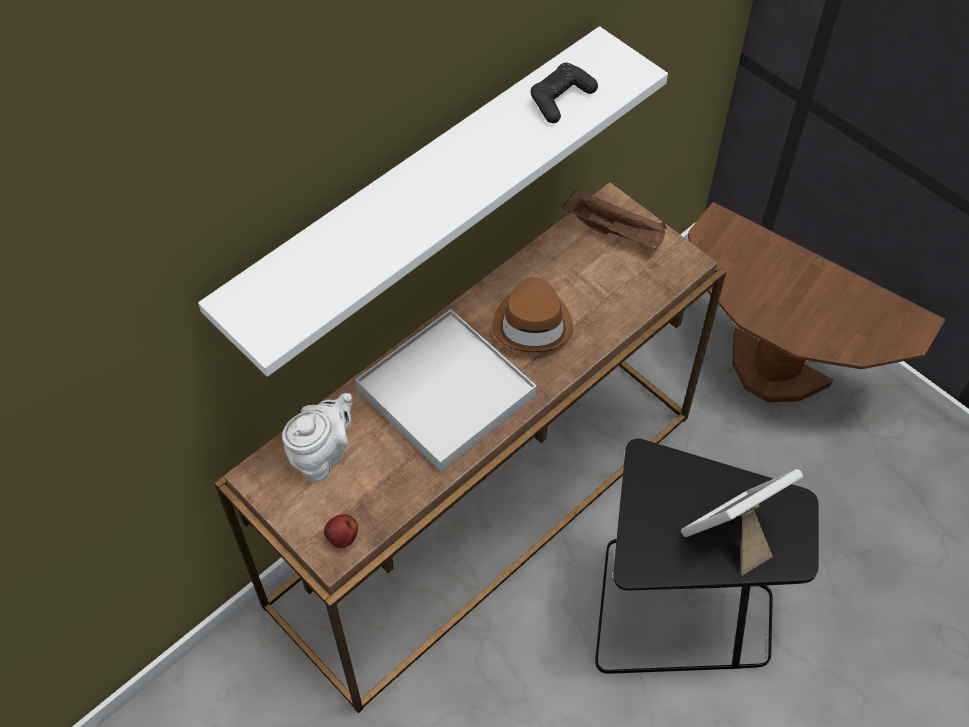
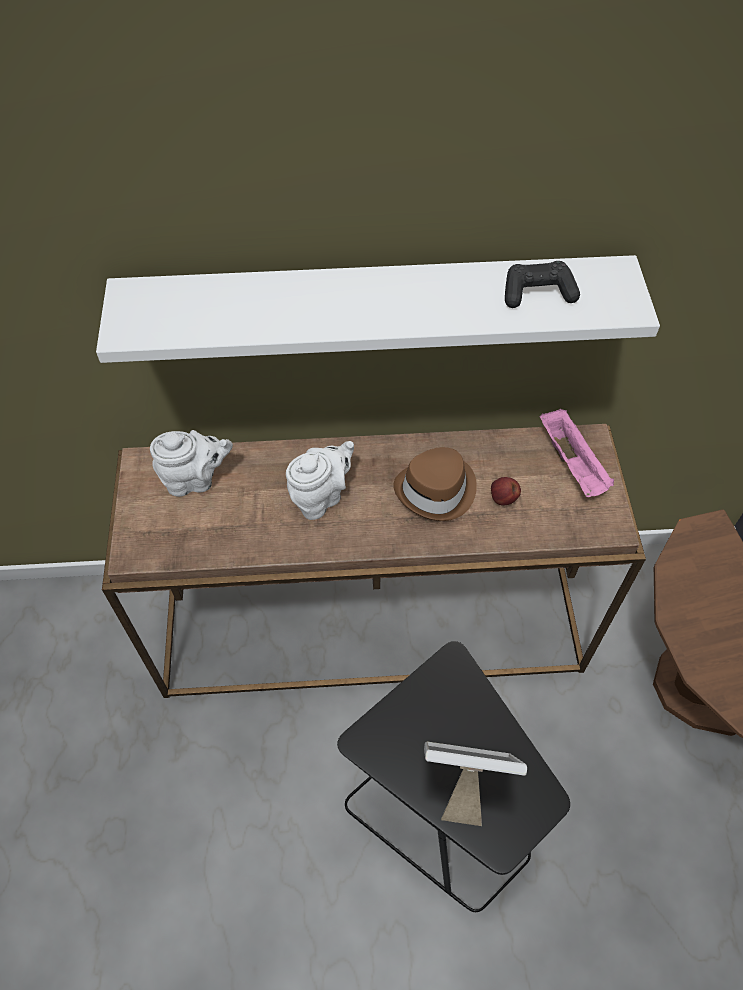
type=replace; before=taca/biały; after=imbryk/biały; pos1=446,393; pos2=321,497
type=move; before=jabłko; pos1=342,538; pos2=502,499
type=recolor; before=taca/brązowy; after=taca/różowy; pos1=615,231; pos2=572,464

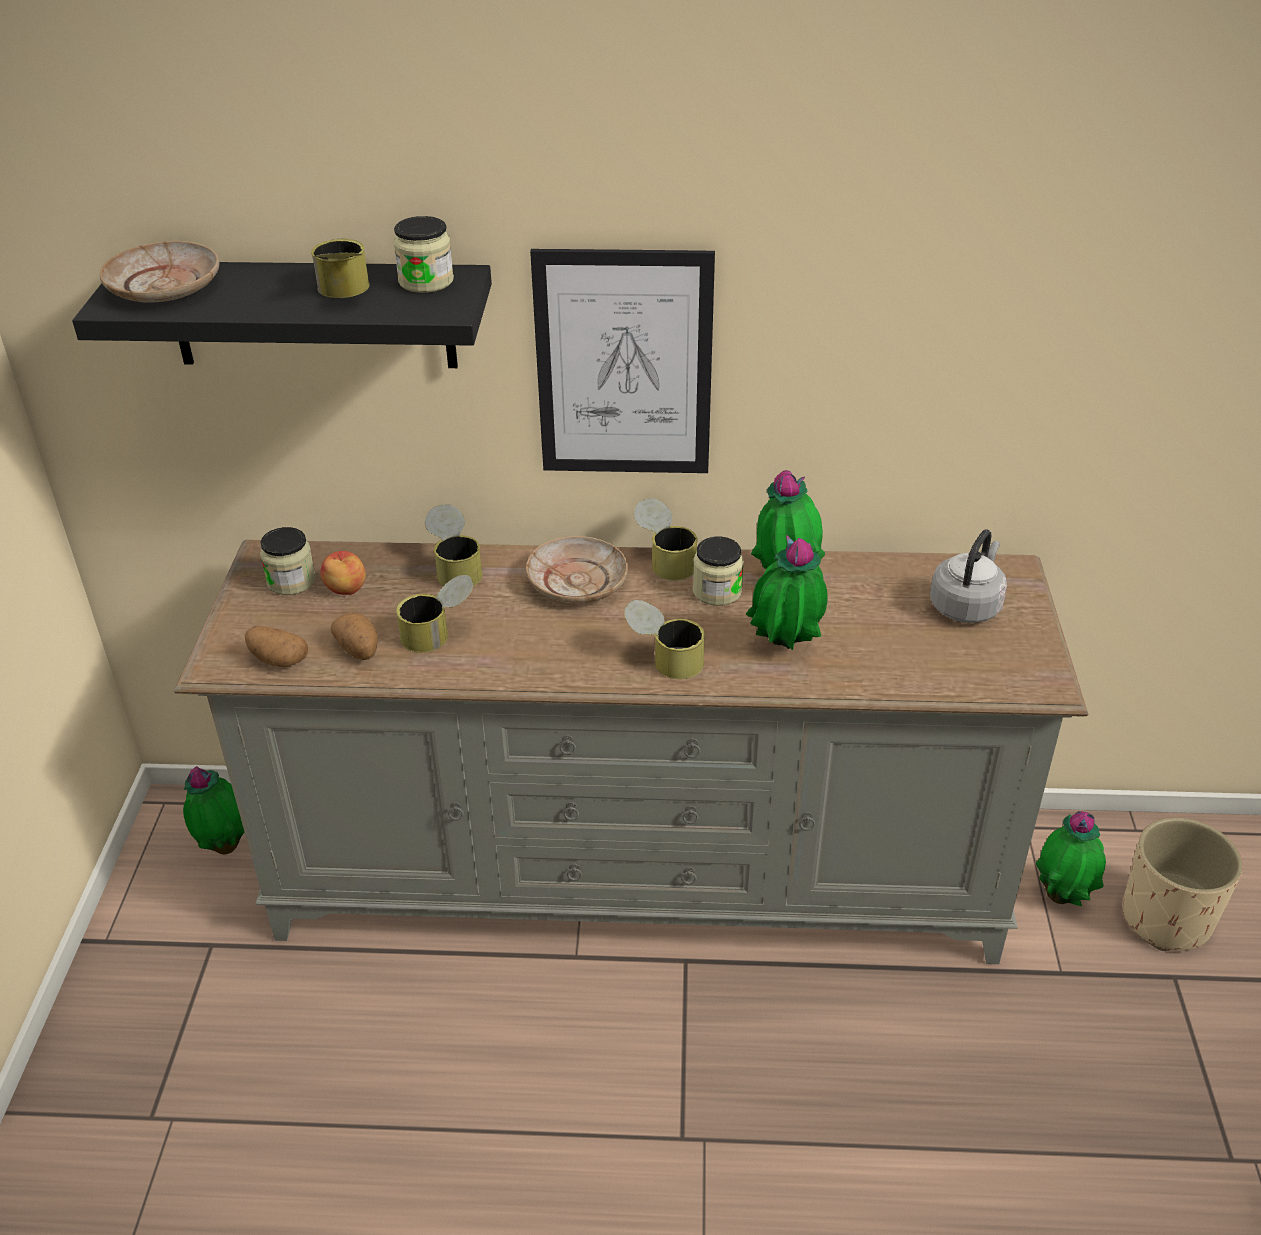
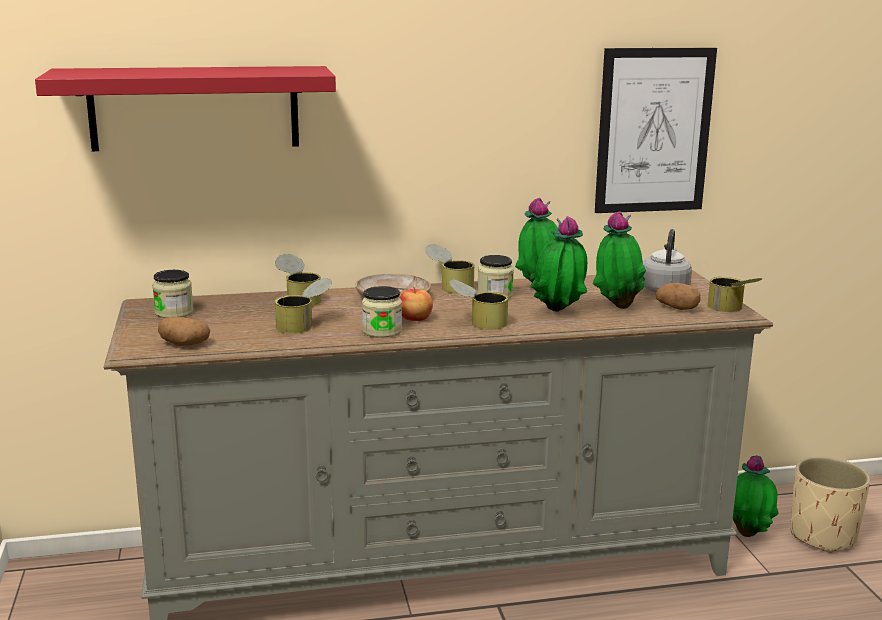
type=recolor; before=półka/czarny; after=półka/czerwony; pos1=312,314; pos2=194,108
type=move; before=słoik; pos1=426,281; pos2=382,331
type=move; before=jabłko; pos1=345,589; pos2=415,319
type=move; before=roślina doniczkowa; pos1=225,846; pos2=616,306
type=move; before=obraz; pos1=624,365; pos2=654,131
type=move; before=ziemniak; pos1=359,650; pos2=678,308
type=move; before=puszka; pos1=343,294; pos2=731,310
type=delete; before=talerz/beżowy; pos1=165,287

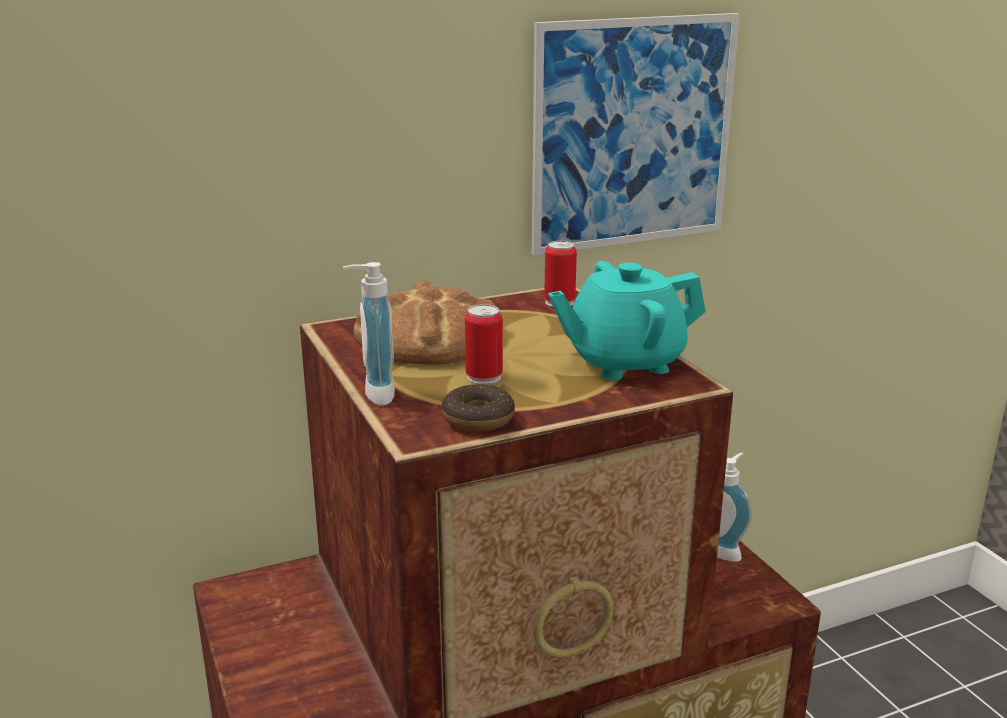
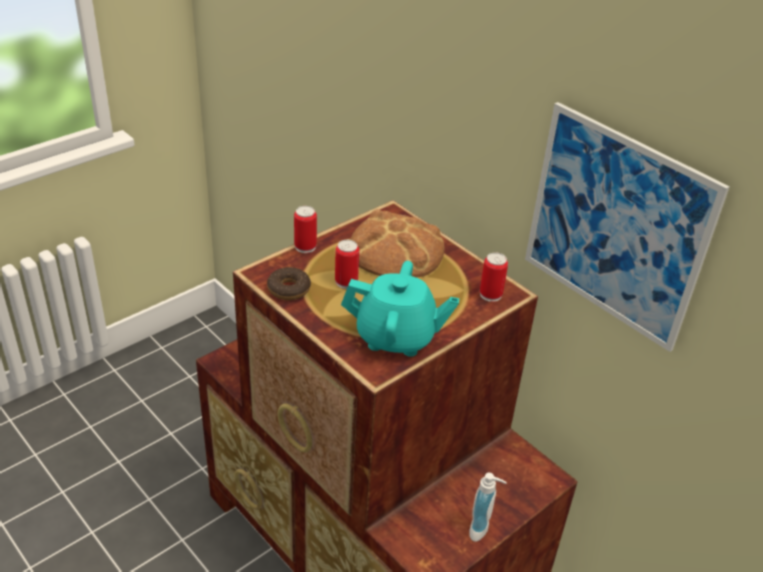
type=replace; before=dozownik mydła; after=puszka; pos1=373,394; pos2=305,247
type=rotate; before=imbryk/turkusowy; pos1=624,362; pos2=396,337; turn=135

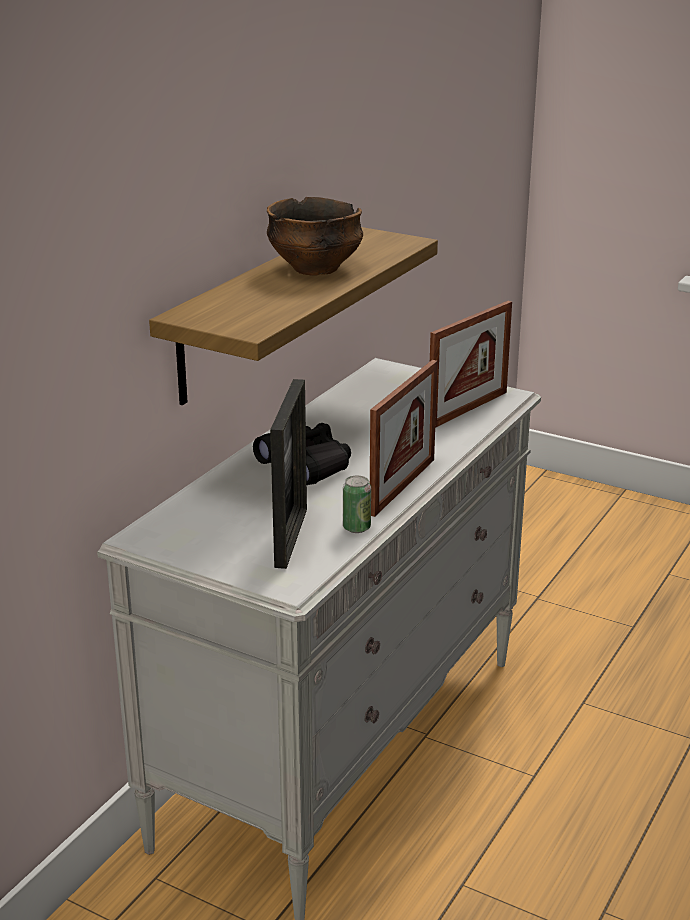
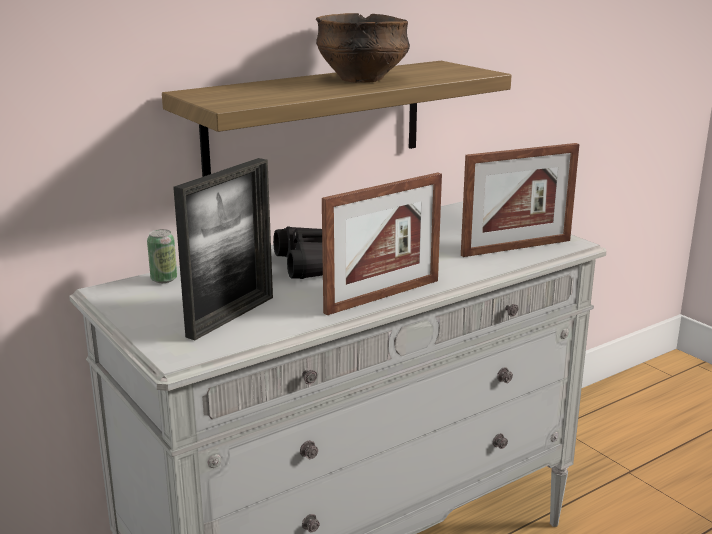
type=move; before=puszka; pos1=356,528; pos2=164,279

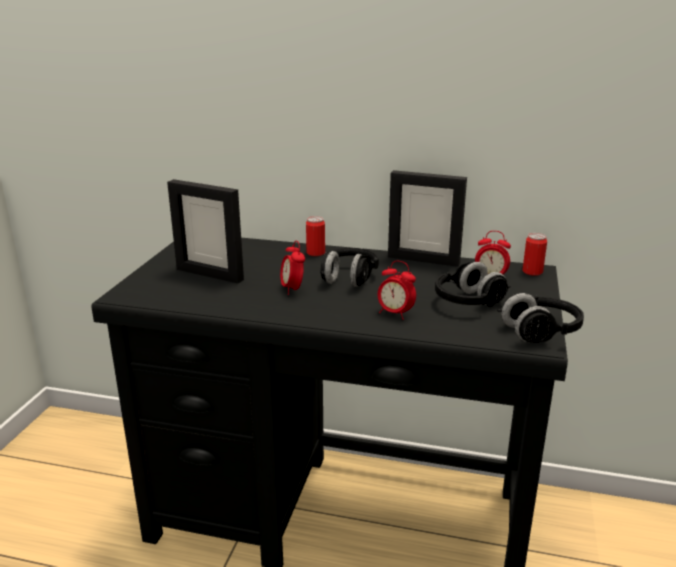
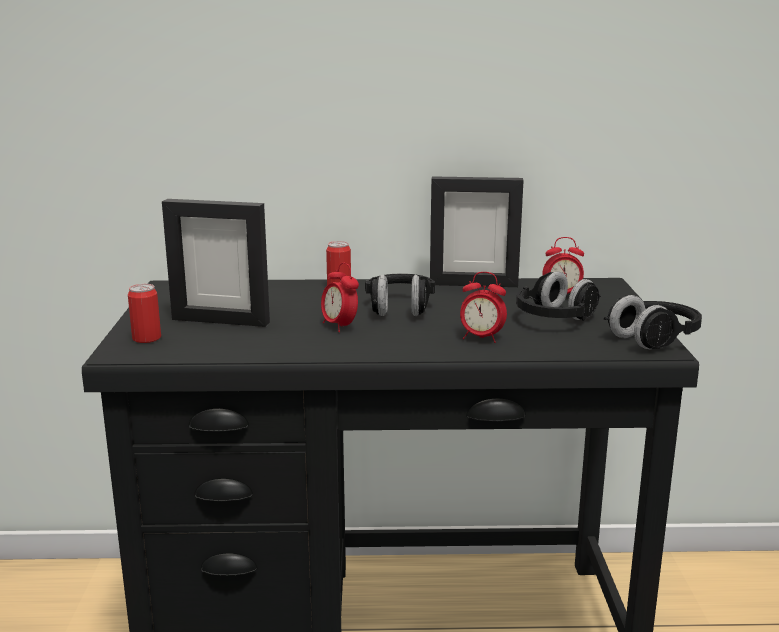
type=move; before=puszka; pos1=532,272; pos2=146,338

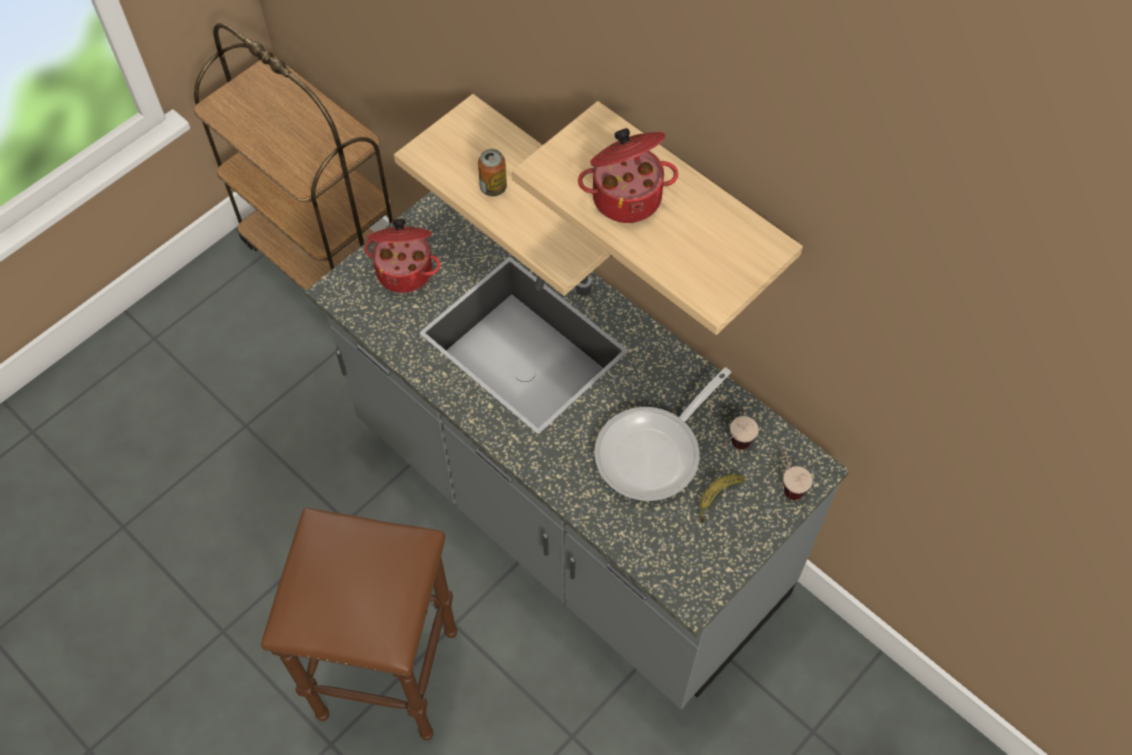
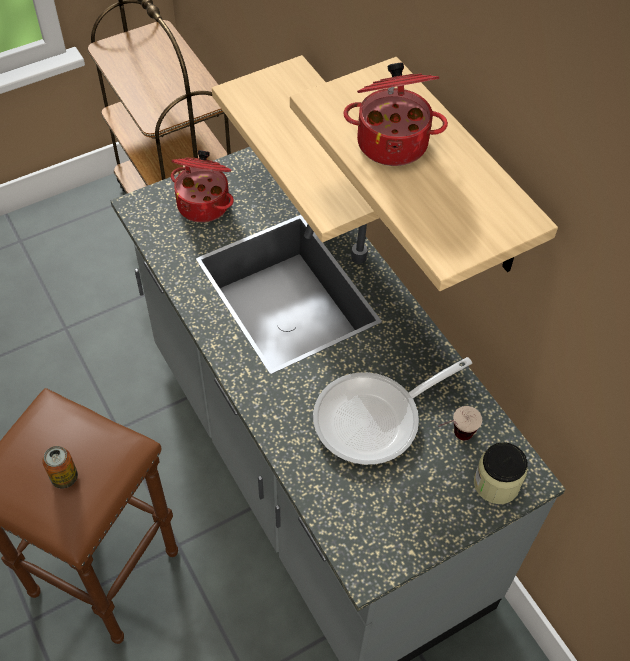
type=move; before=puszka; pos1=493,187; pos2=64,477
type=replace; before=filiżanka; after=słoik; pos1=785,482; pos2=496,483
type=delete; before=banan; pos1=716,498

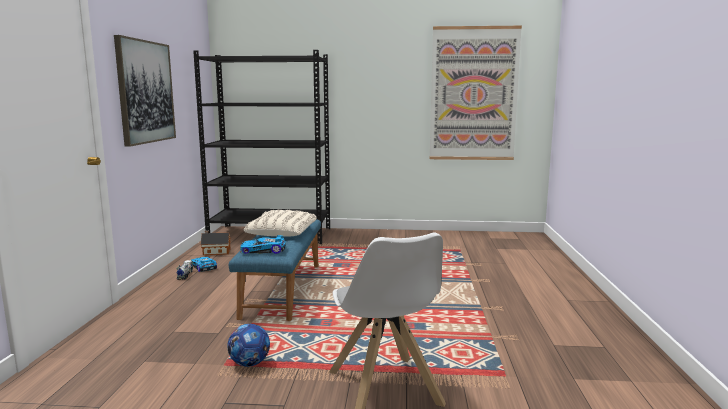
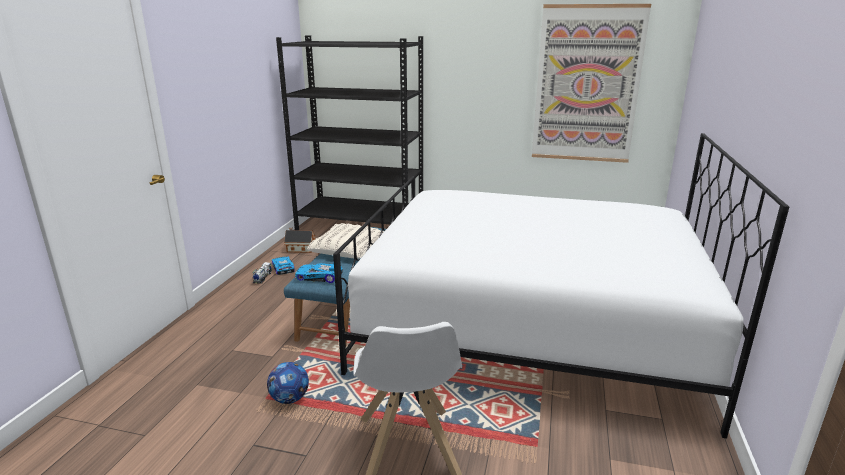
type=insert; after=łóżko/biały; pos2=530,329
type=delete; before=obraz; pos1=145,92

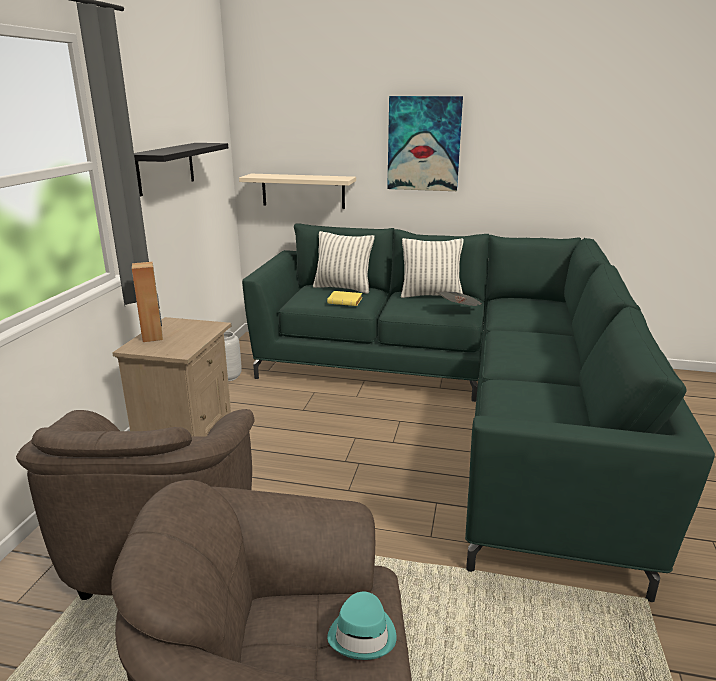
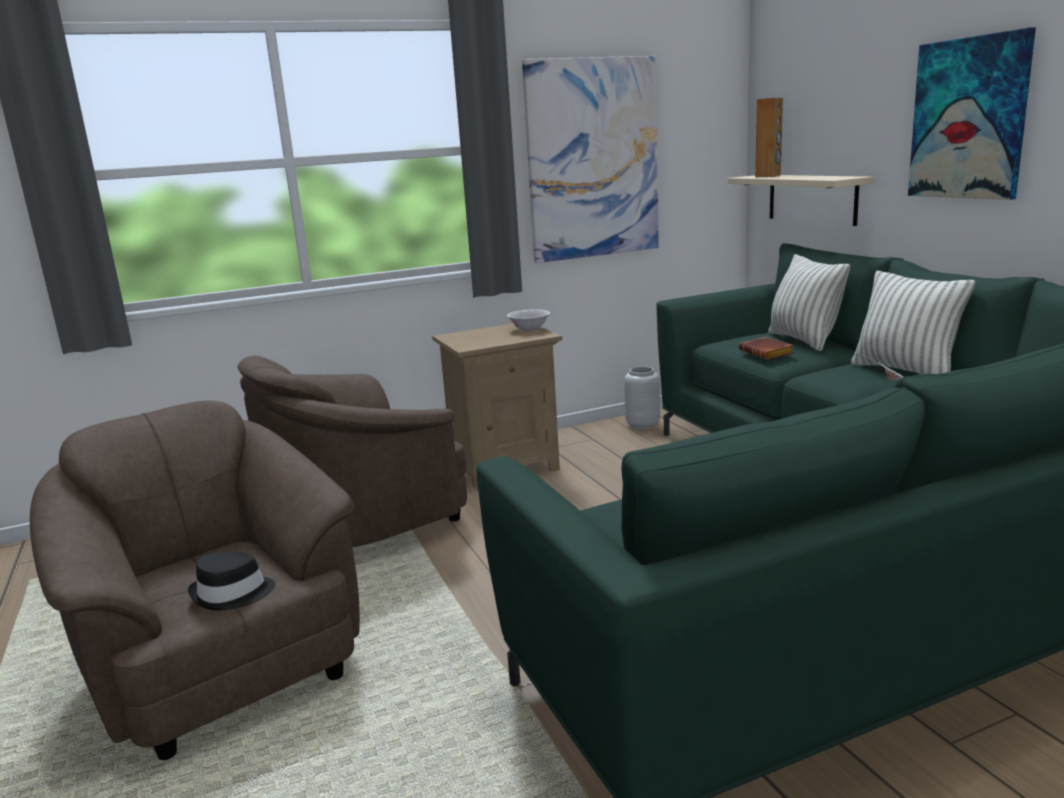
type=recolor; before=kapelusz/turkusowy; after=kapelusz/czarny; pos1=363,634; pos2=232,594
type=insert; after=miska/biały; pos2=529,329
type=replace; before=półka/czarny; after=obraz; pos1=166,168; pos2=592,159
type=recolor; before=książka/żółty; after=książka/brązowy; pos1=346,301; pos2=768,353
type=move; before=głośnik/brązowy; pos1=153,337; pos2=768,176

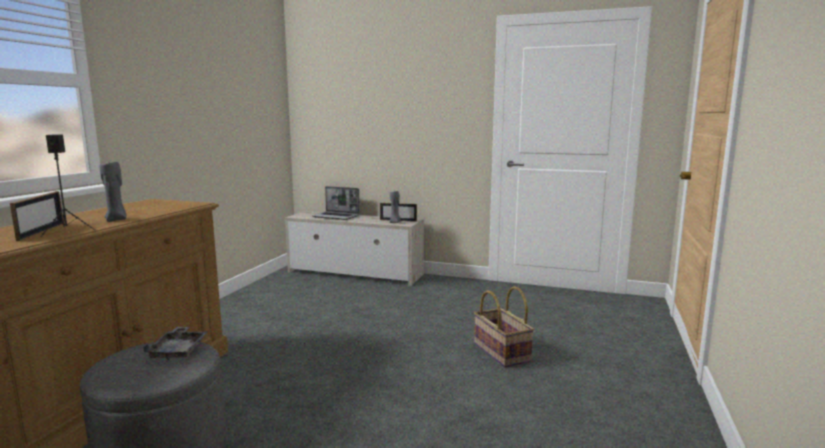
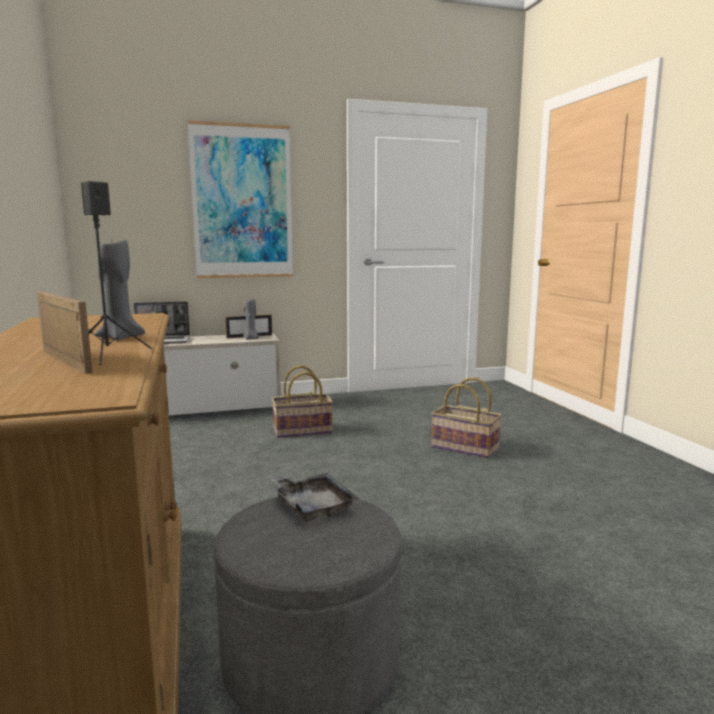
type=insert; after=obraz; pos2=242,202
type=insert; after=koszyk; pos2=302,431

